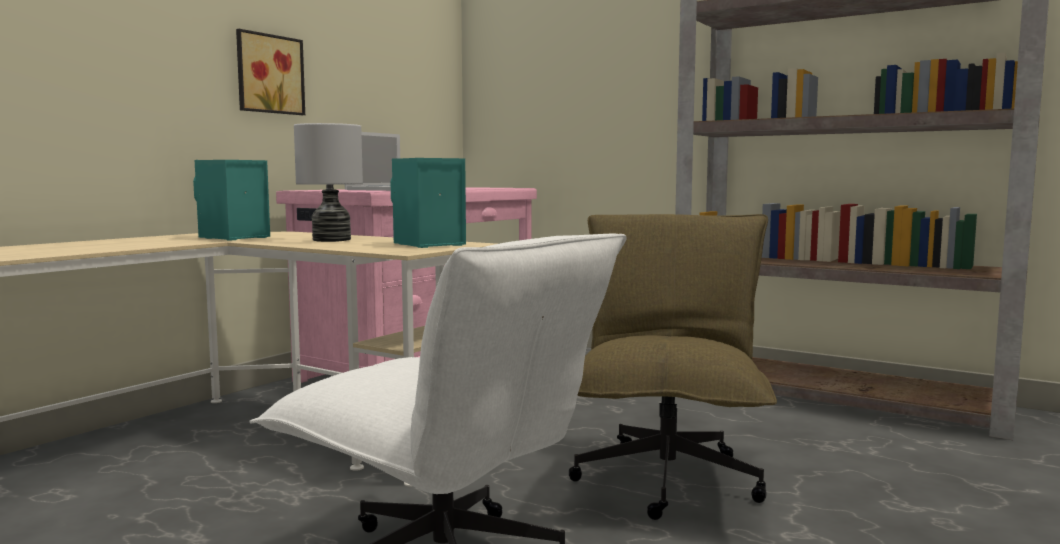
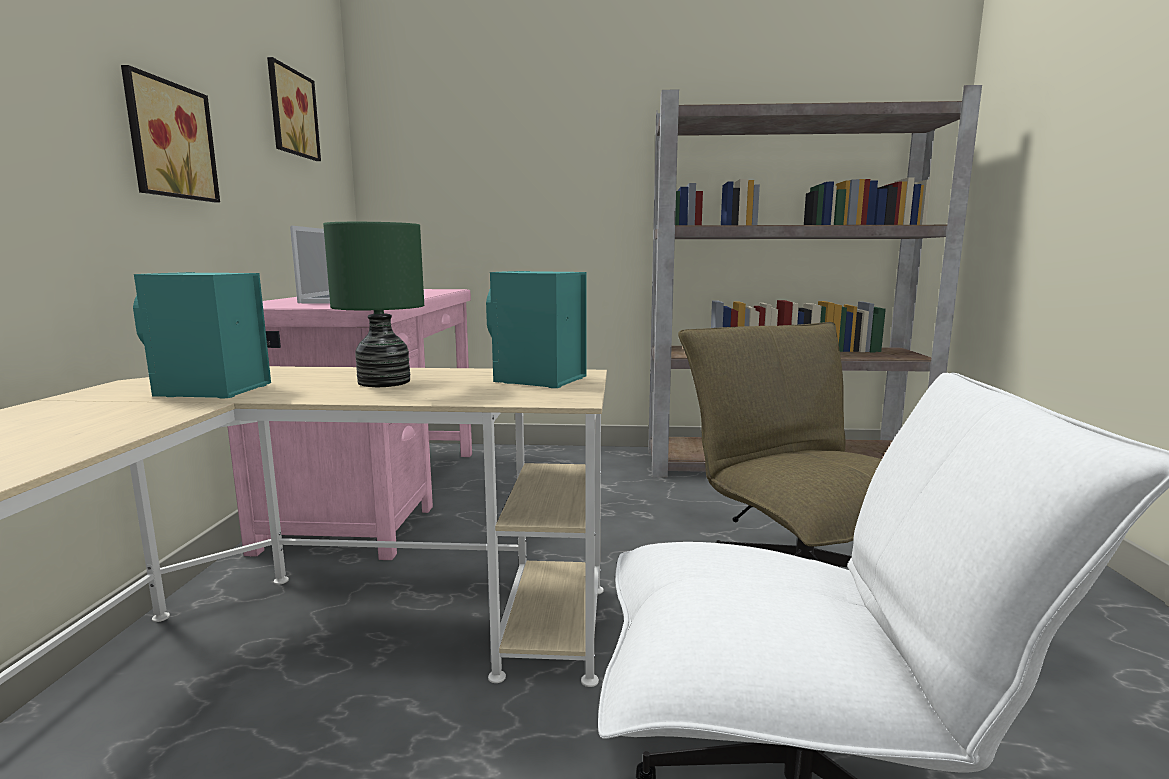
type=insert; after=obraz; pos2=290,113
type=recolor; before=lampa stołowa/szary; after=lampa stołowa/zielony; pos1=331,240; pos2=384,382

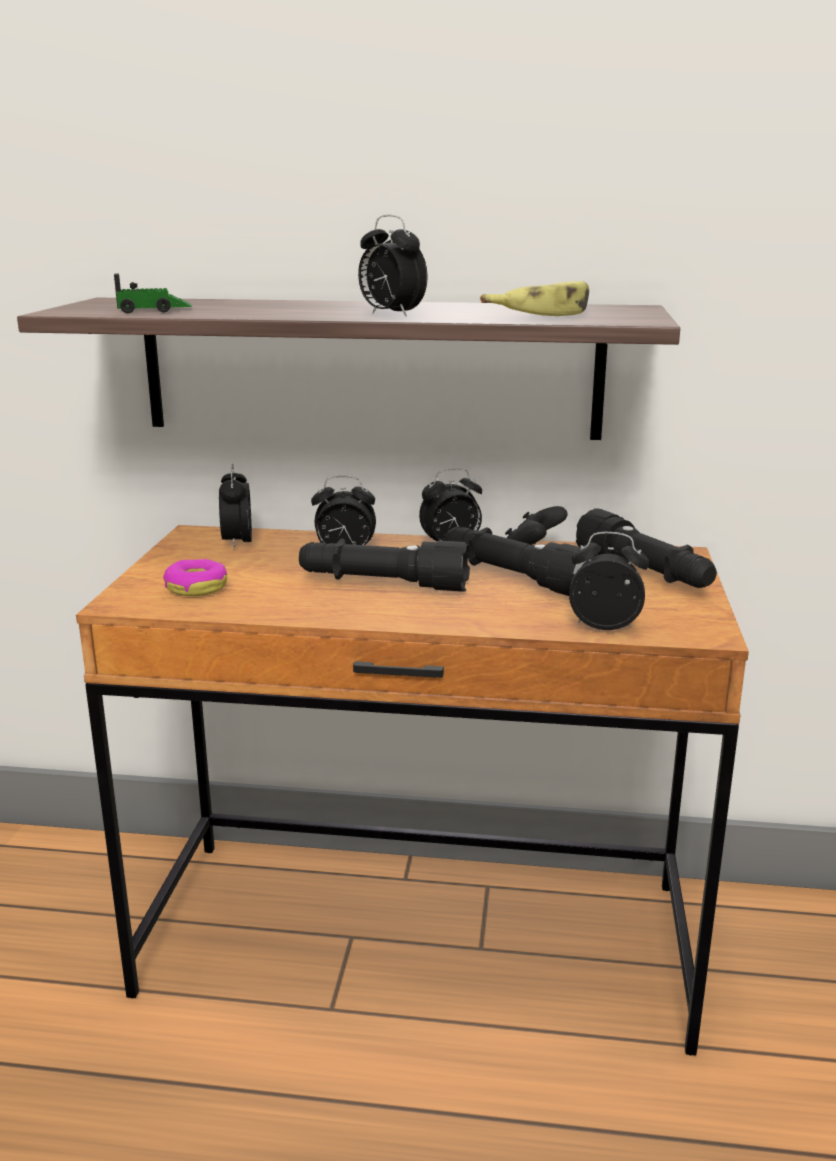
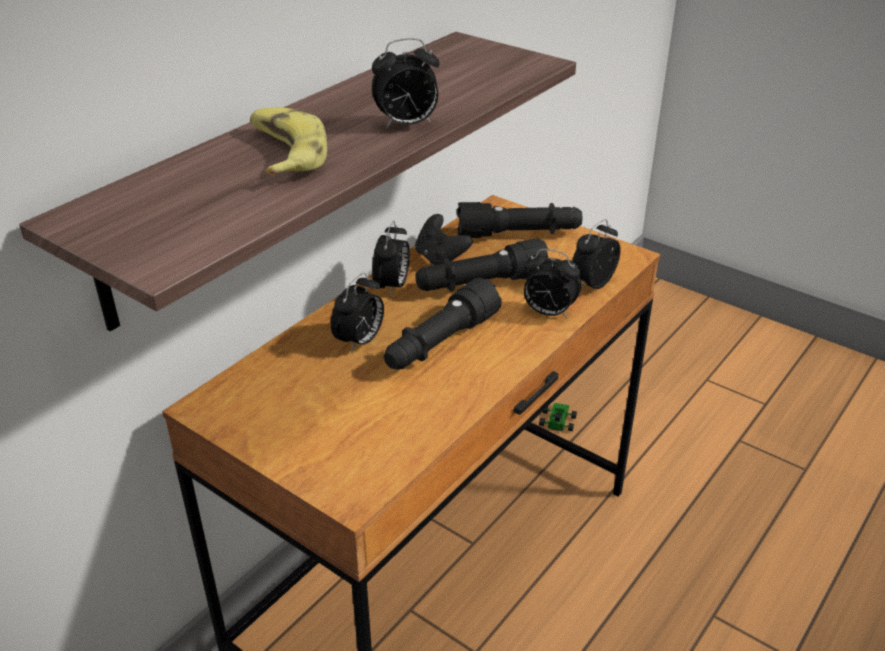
type=move; before=banan; pos1=544,313; pos2=284,154
type=move; before=budzik; pos1=237,543; pos2=548,313
type=move; before=samochodzik; pos1=155,309; pos2=558,418
type=delete; before=donut; pos1=196,587

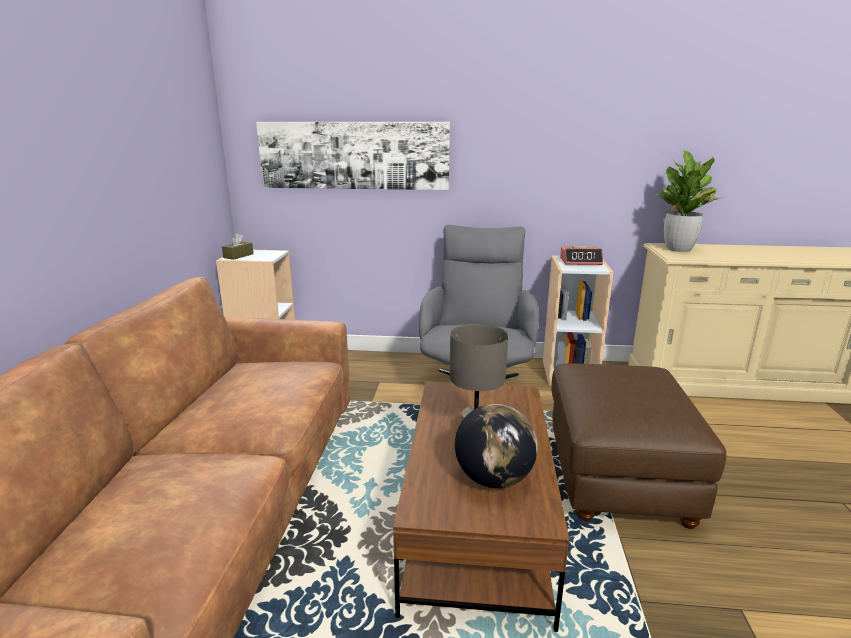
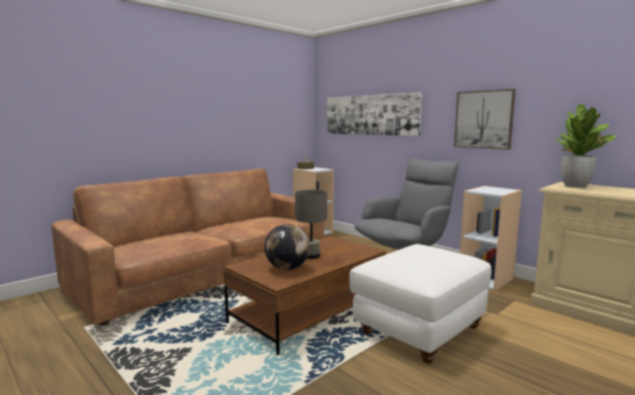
type=recolor; before=pufa/brązowy; after=pufa/biały; pos1=616,478; pos2=419,328
type=insert; after=obraz; pos2=484,119
type=delete; before=budzik; pos1=581,261

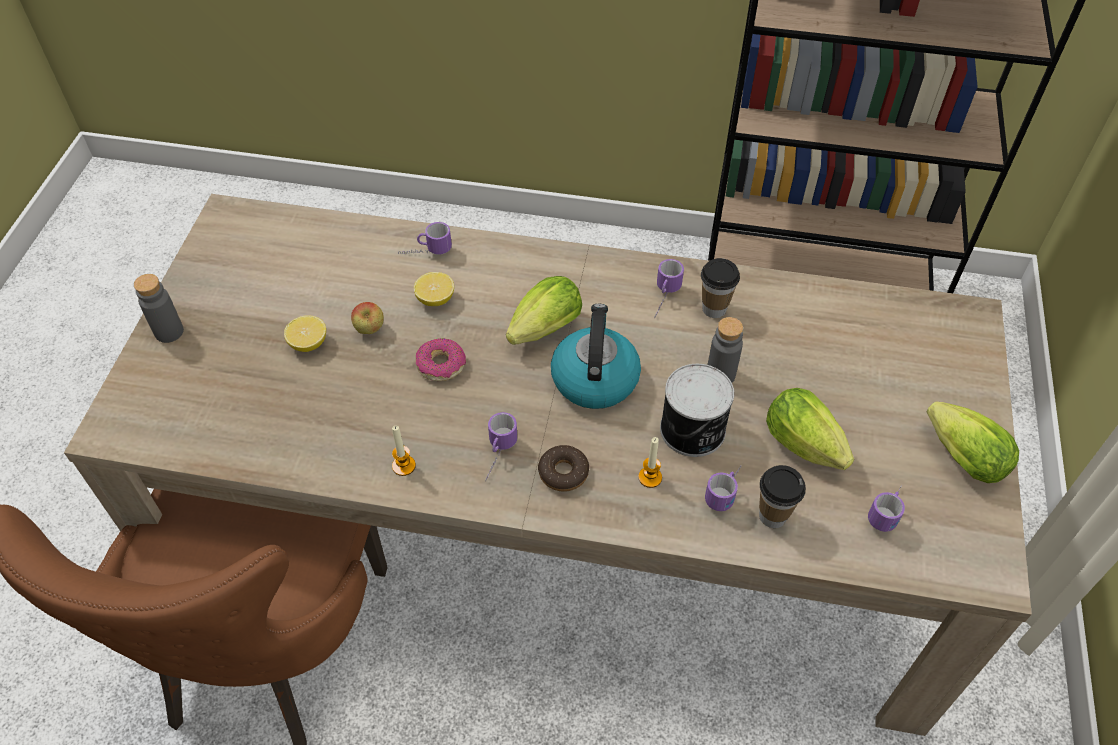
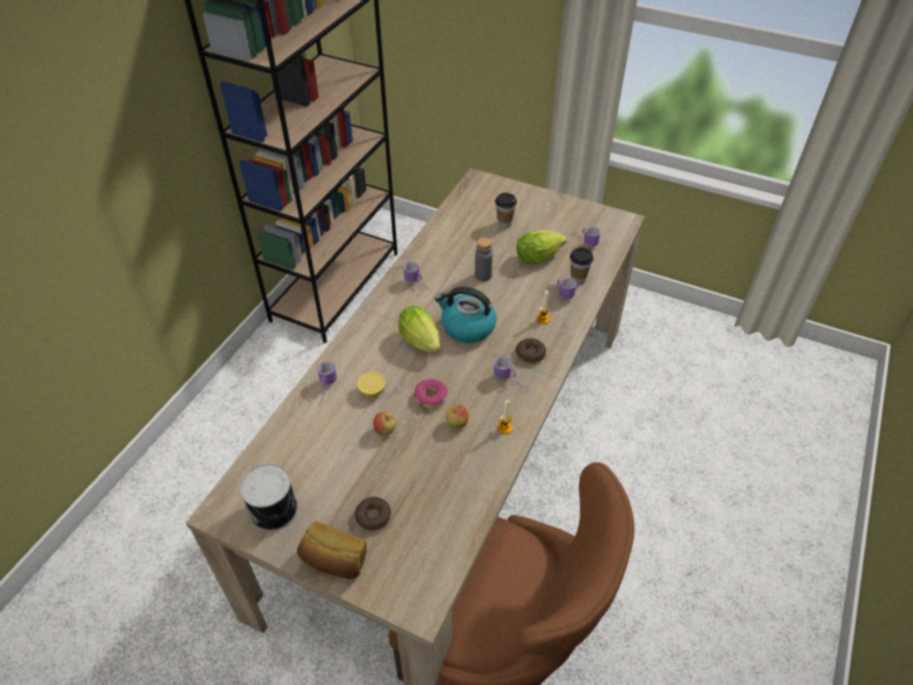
type=move; before=puszka; pos1=693,431; pos2=275,509
type=replace; before=butelka/szary; after=chleb; pos1=169,332; pos2=334,561
type=insert; after=donut; pos2=373,516
type=insert; after=jabłko; pos2=457,424
type=move; before=filiżanka; pos1=714,309; pos2=504,224
type=delete; before=cytryna; pos1=308,343
type=delete; before=sałata; pos1=959,455

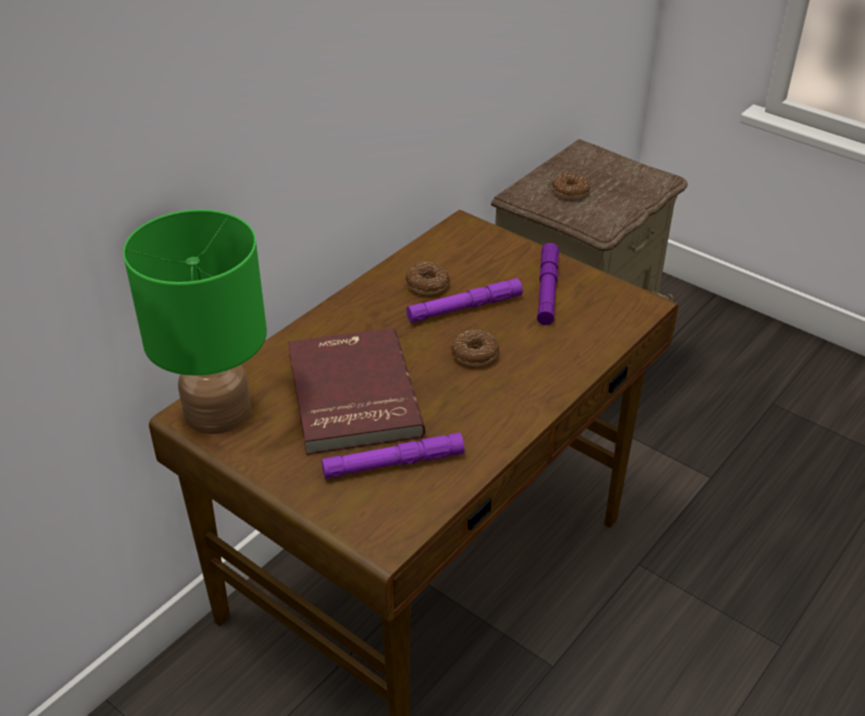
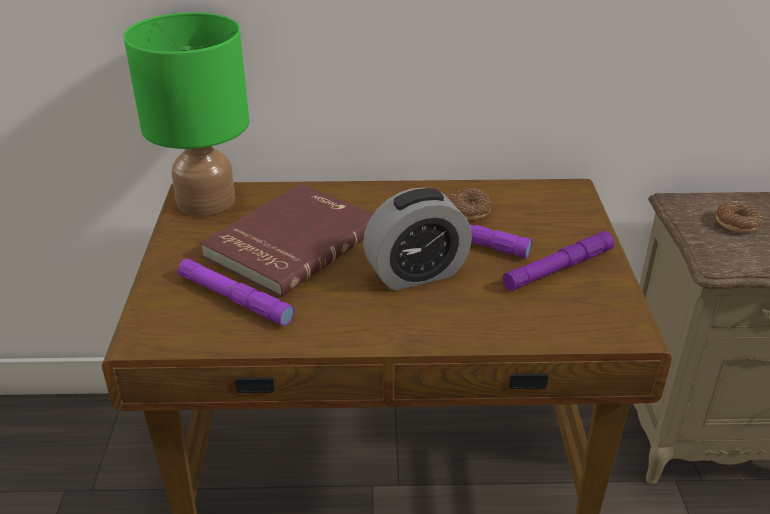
type=replace; before=donut; after=budzik; pos1=475,354; pos2=416,273

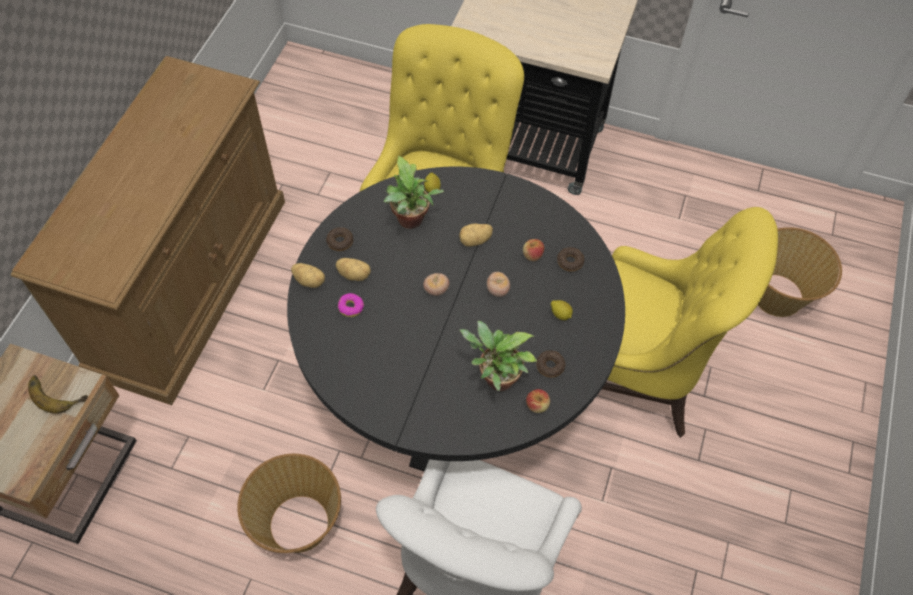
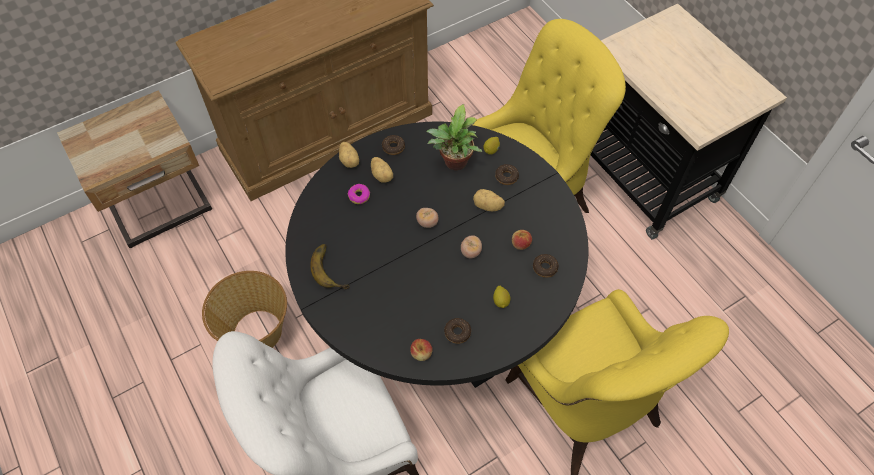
type=move; before=banan; pos1=58,392; pos2=332,268
type=insert; after=donut; pos2=506,177
type=delete; before=roślina doniczkowa; pos1=495,379
type=delete; before=koszyk; pos1=778,295

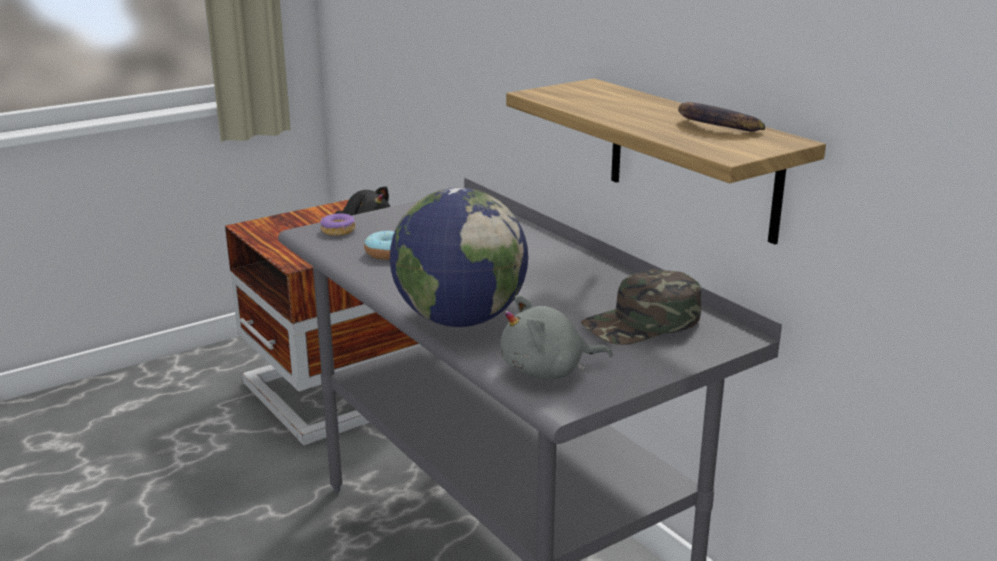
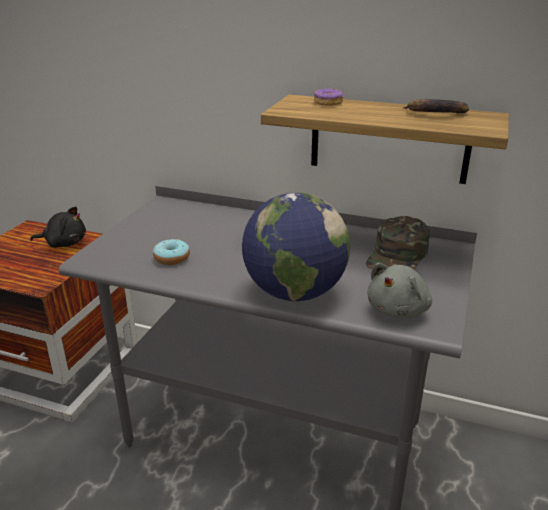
type=move; before=donut; pos1=338,231; pos2=328,103

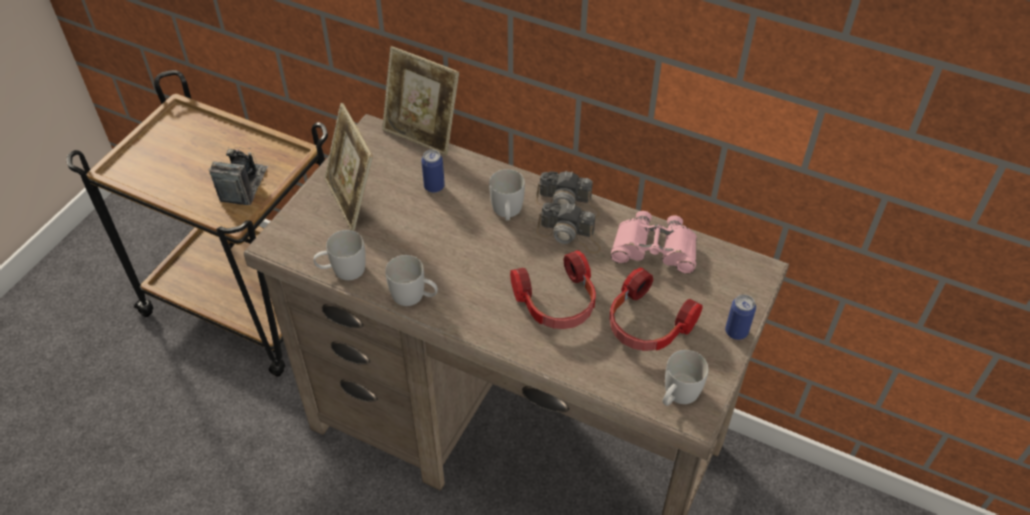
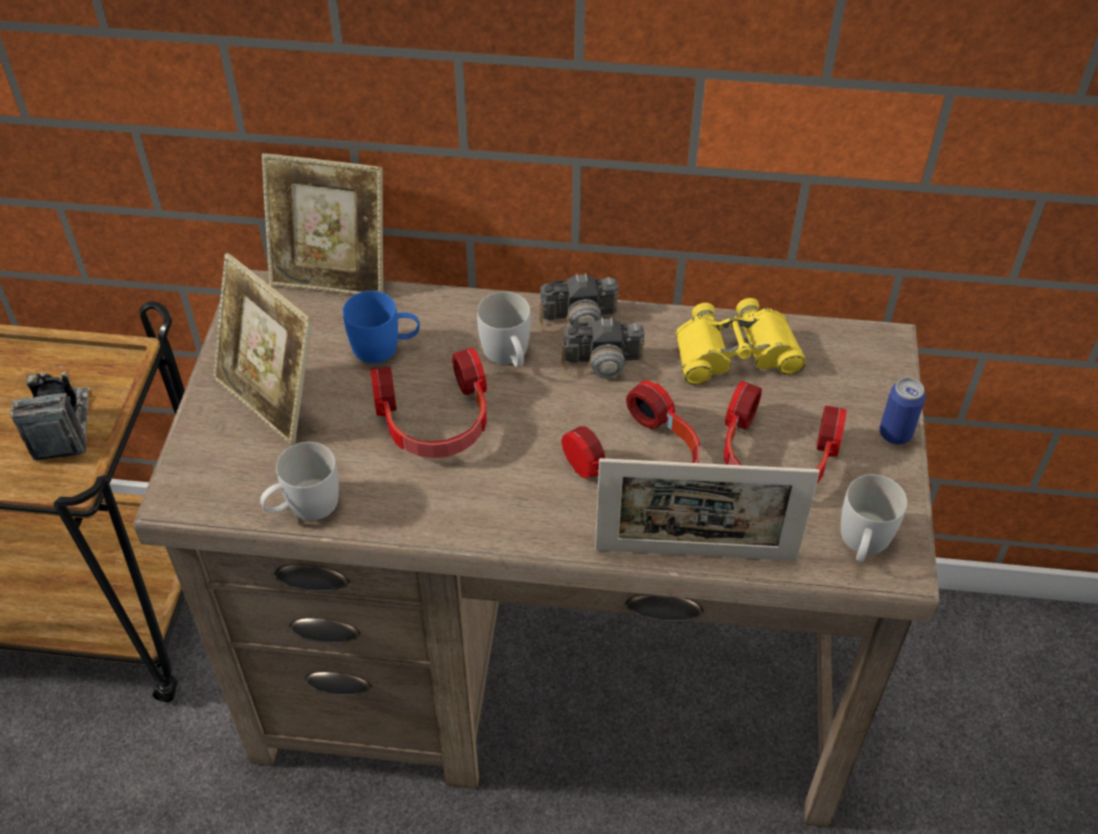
type=replace; before=puszka; after=kubek/niebieski; pos1=434,186; pos2=385,347
type=insert; after=słuchawki; pos2=435,422
type=insert; after=ramka na zdjęcie; pos2=695,554
type=recolor; before=lornetka/różowy; after=lornetka/żółty; pos1=654,249; pos2=734,352
type=delete; before=kubek/biały; pos1=414,296

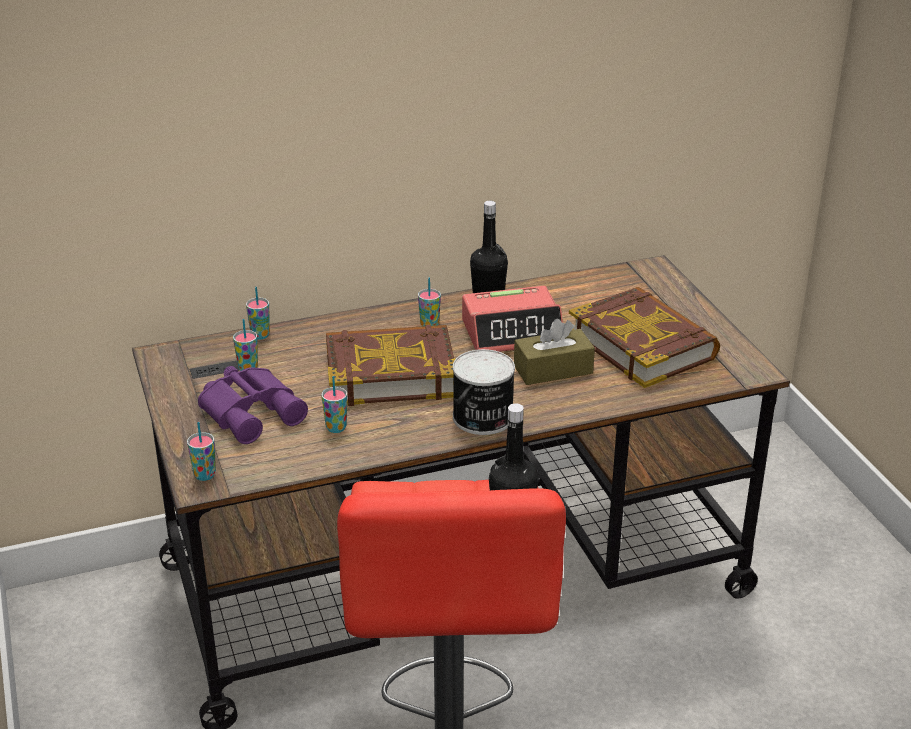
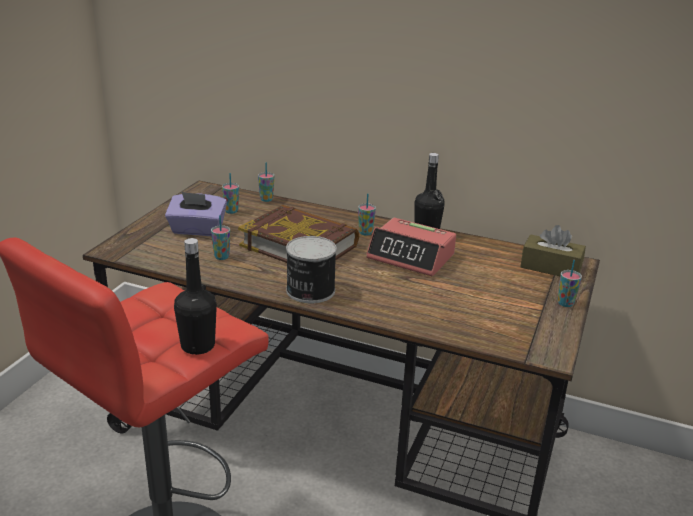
type=replace; before=lornetka/fioletowy; after=pudełko chusteczek/fioletowy; pos1=252,411; pos2=197,230
type=move; before=pudełko chusteczek/brązowy; pos1=553,369; pos2=550,267
type=move; before=filiżanka; pos1=205,475; pos2=565,303
type=delete; before=książka; pos1=642,345

